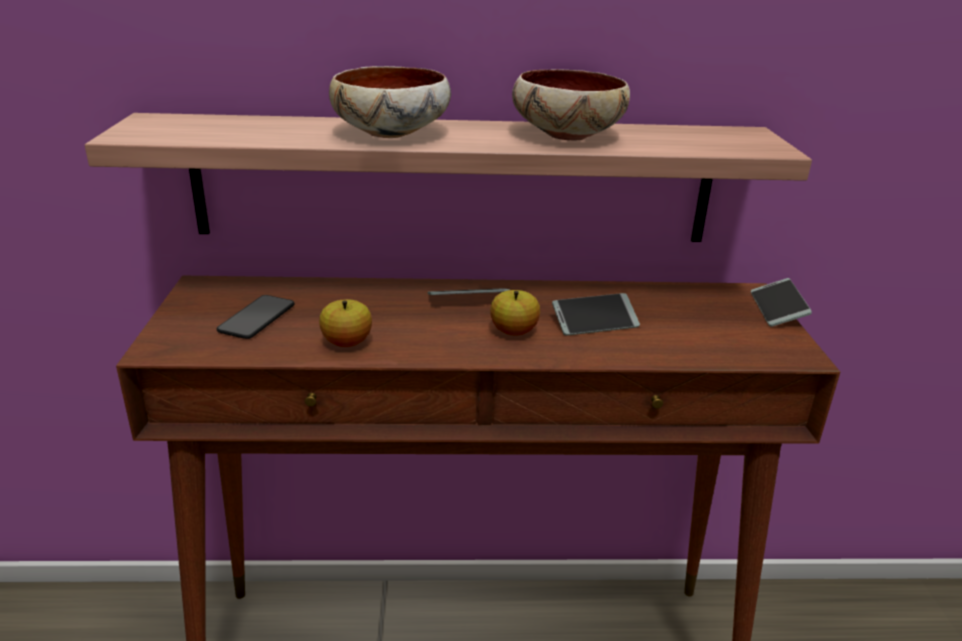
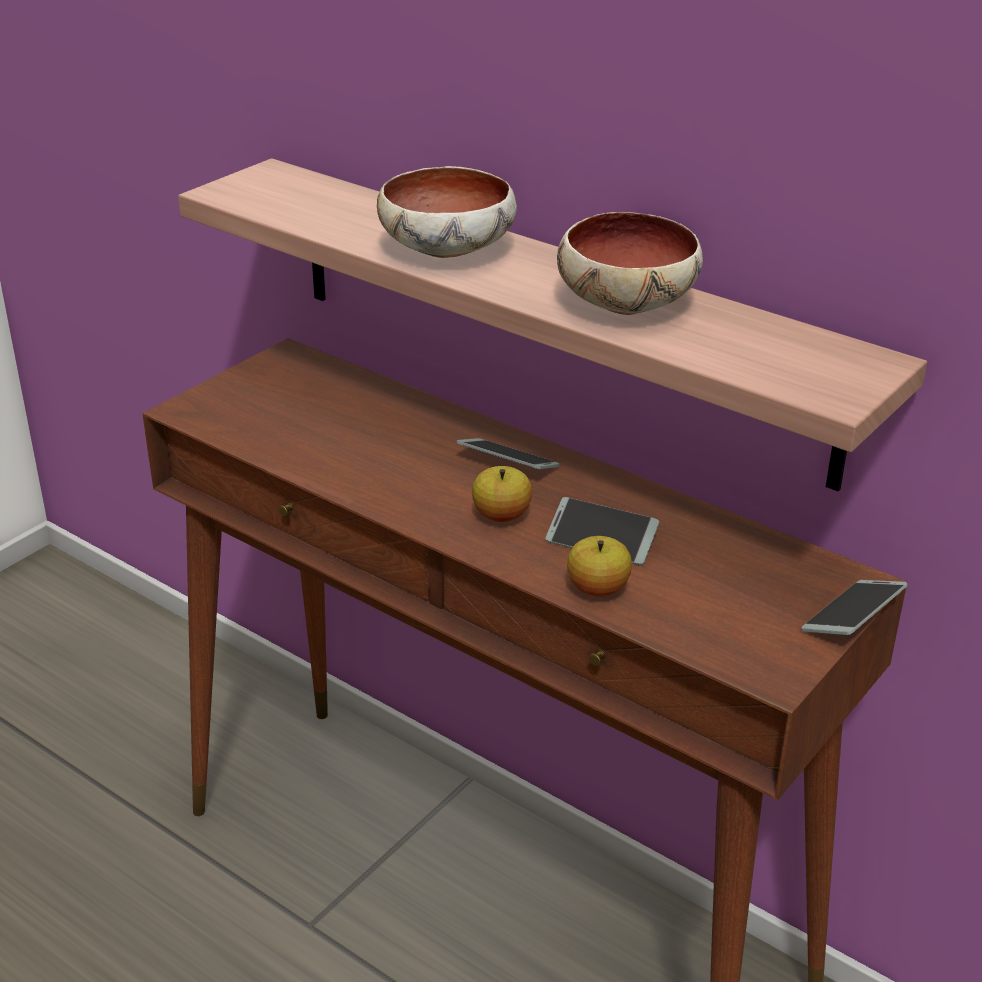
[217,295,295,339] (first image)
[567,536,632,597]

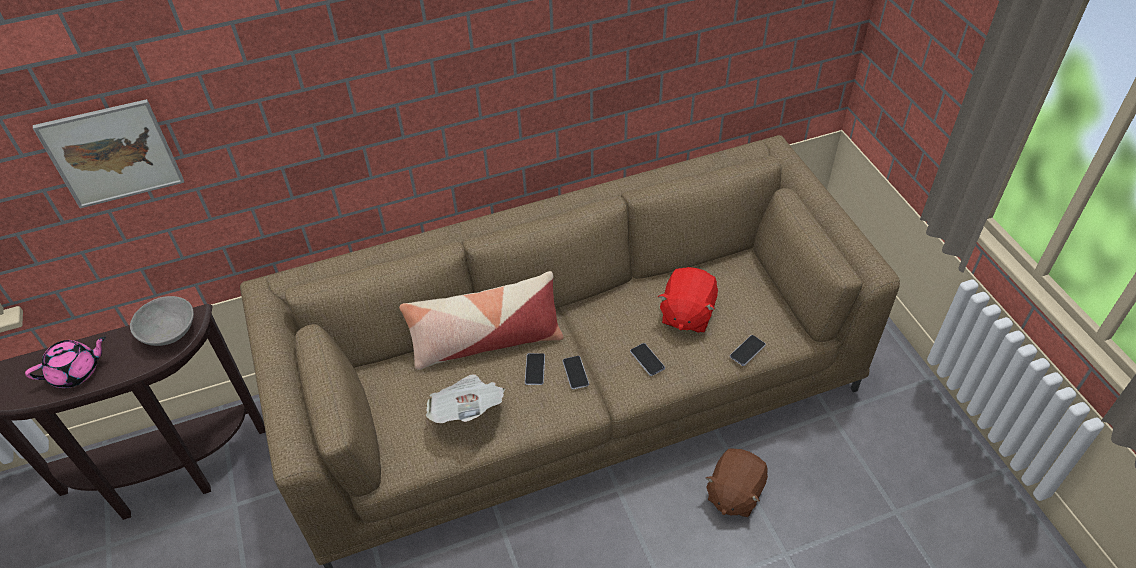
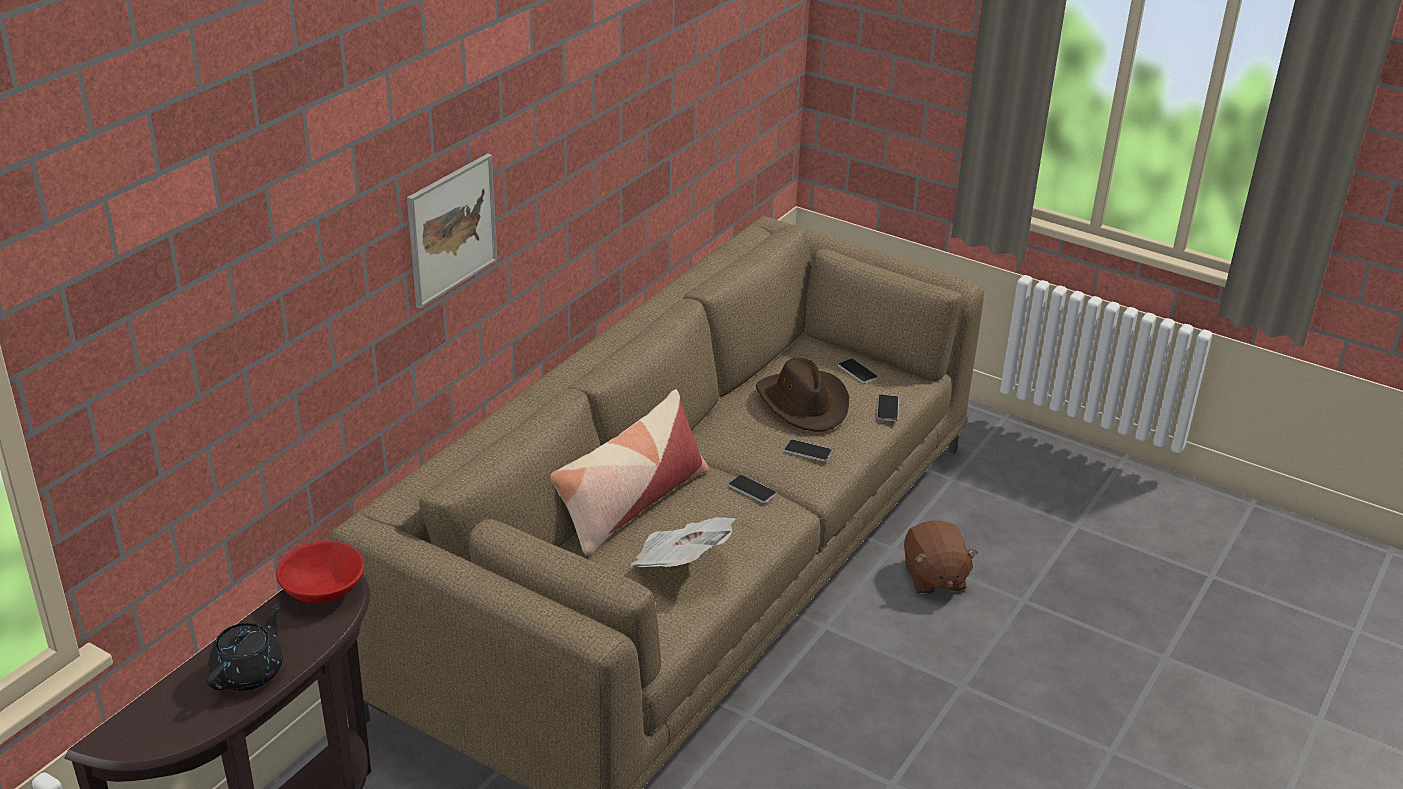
[407,153,497,309]
[756,358,849,432]
[276,541,364,603]
[207,603,283,691]
[838,359,878,384]

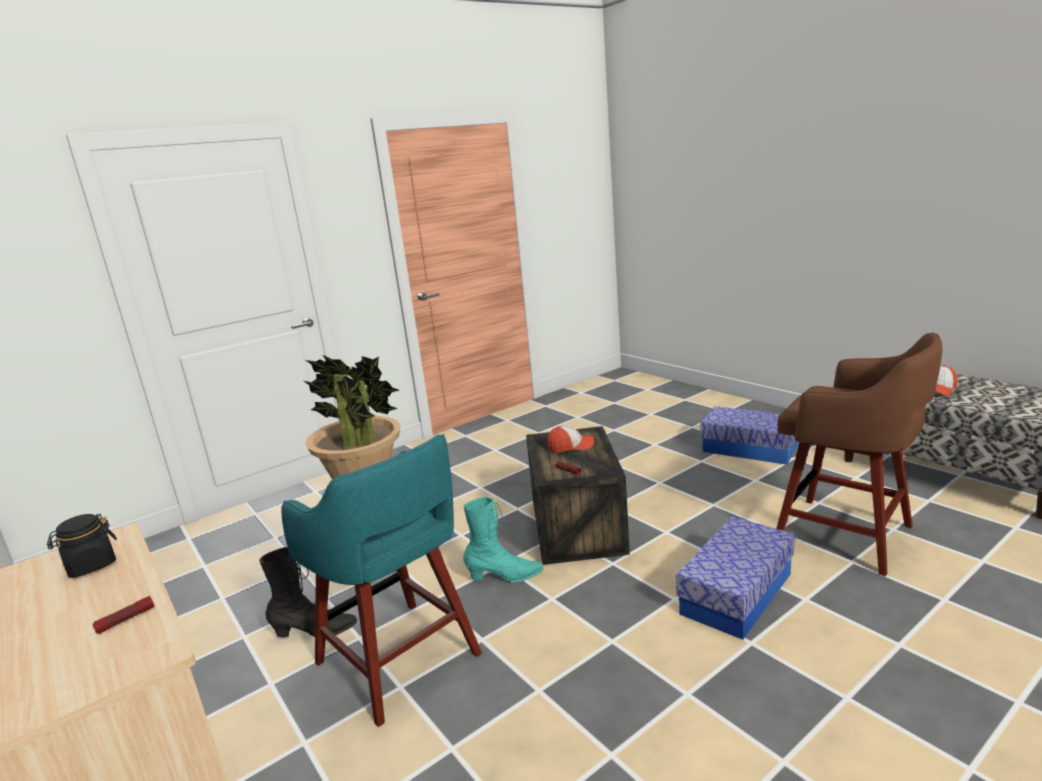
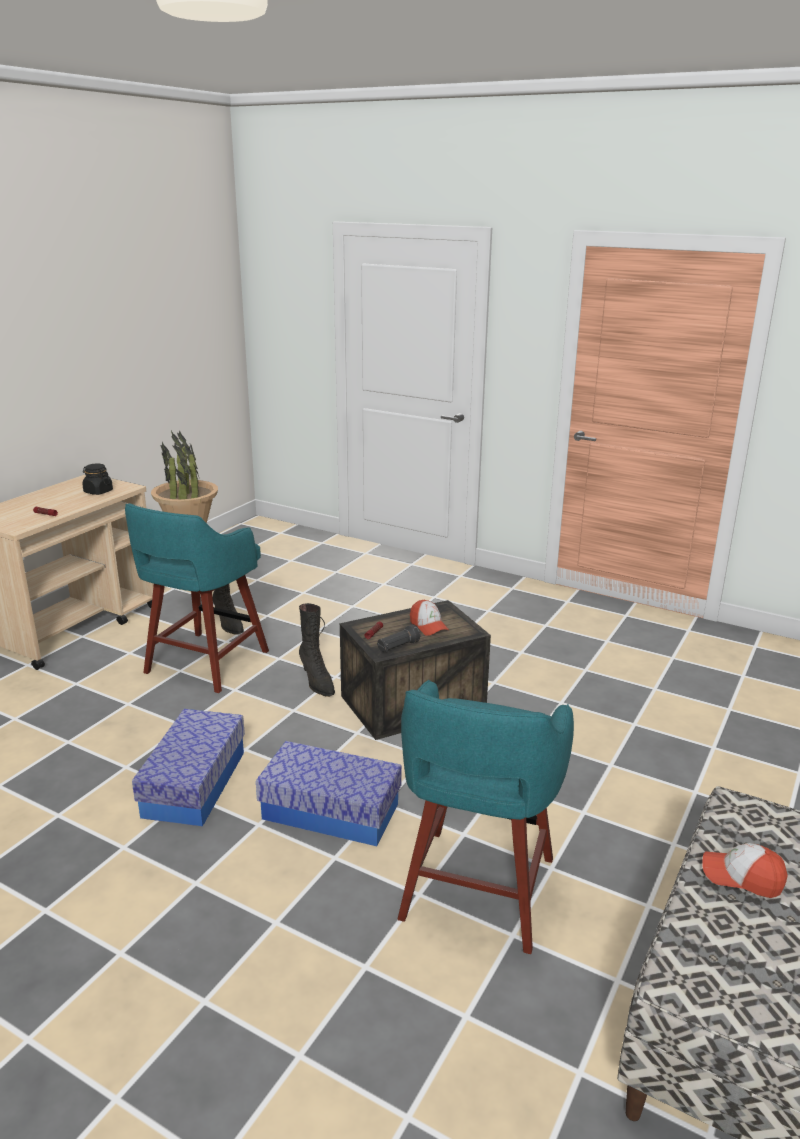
[398,680,574,954]
[132,709,245,827]
[299,603,335,697]
[377,625,420,652]

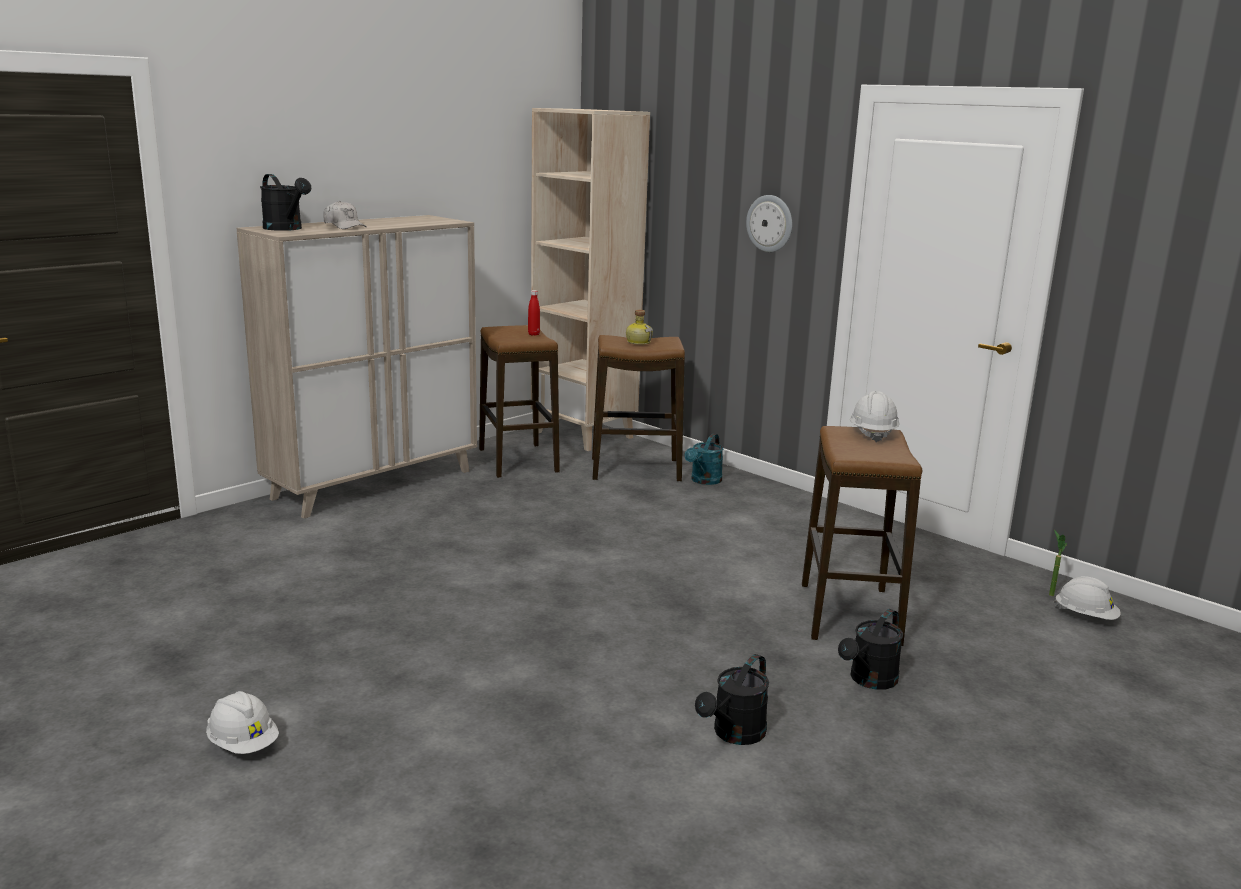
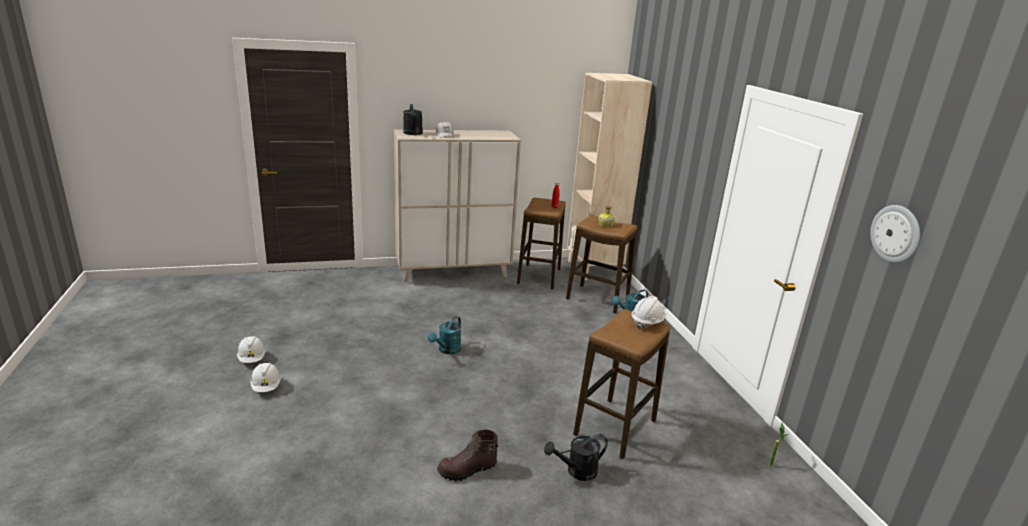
[870,205,920,263]
[237,336,266,363]
[437,430,498,482]
[428,316,461,354]

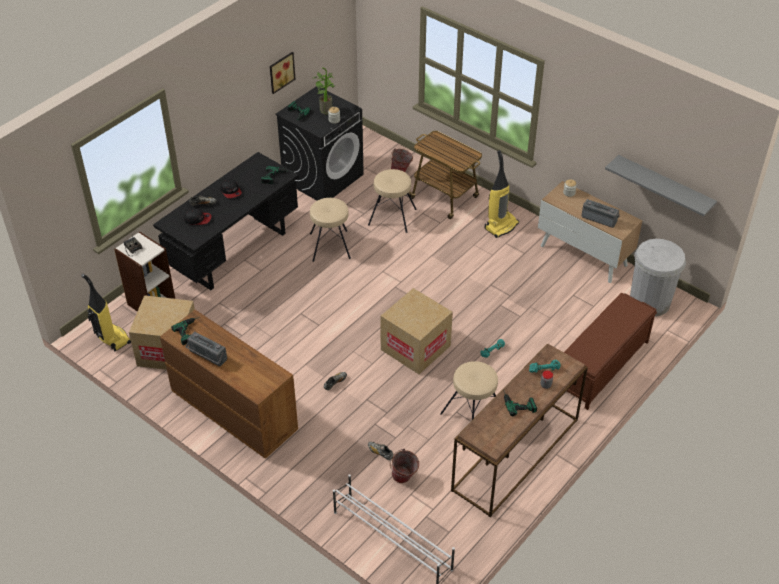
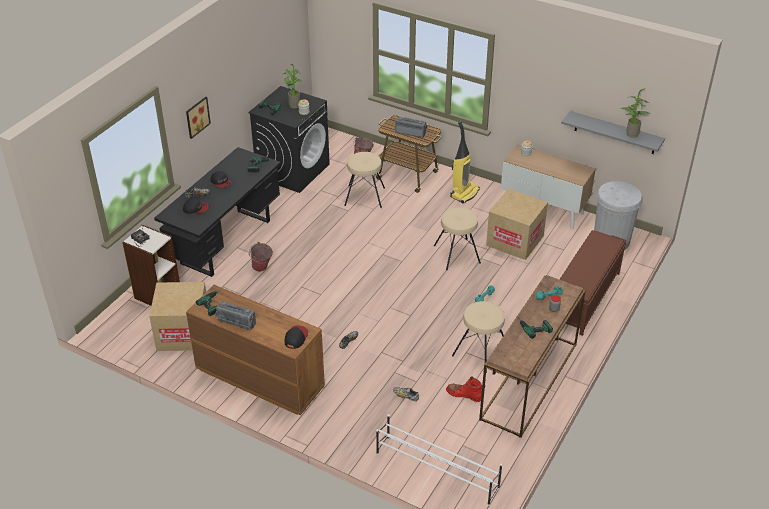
[186,97,211,139]
[434,207,481,270]
[395,116,427,138]
[81,274,131,352] (first image)
[486,189,548,260]
[249,242,273,272]
[621,88,651,138]
[285,326,308,349]
[446,377,482,402]

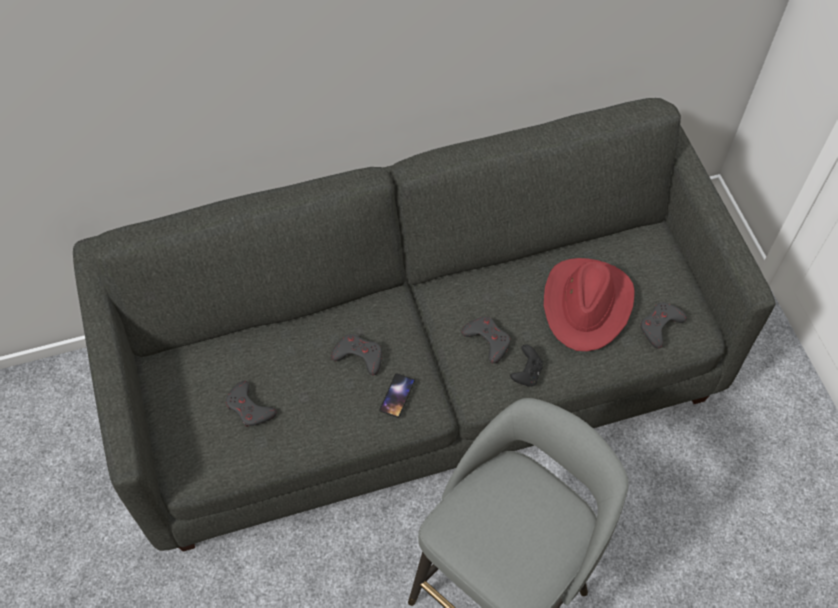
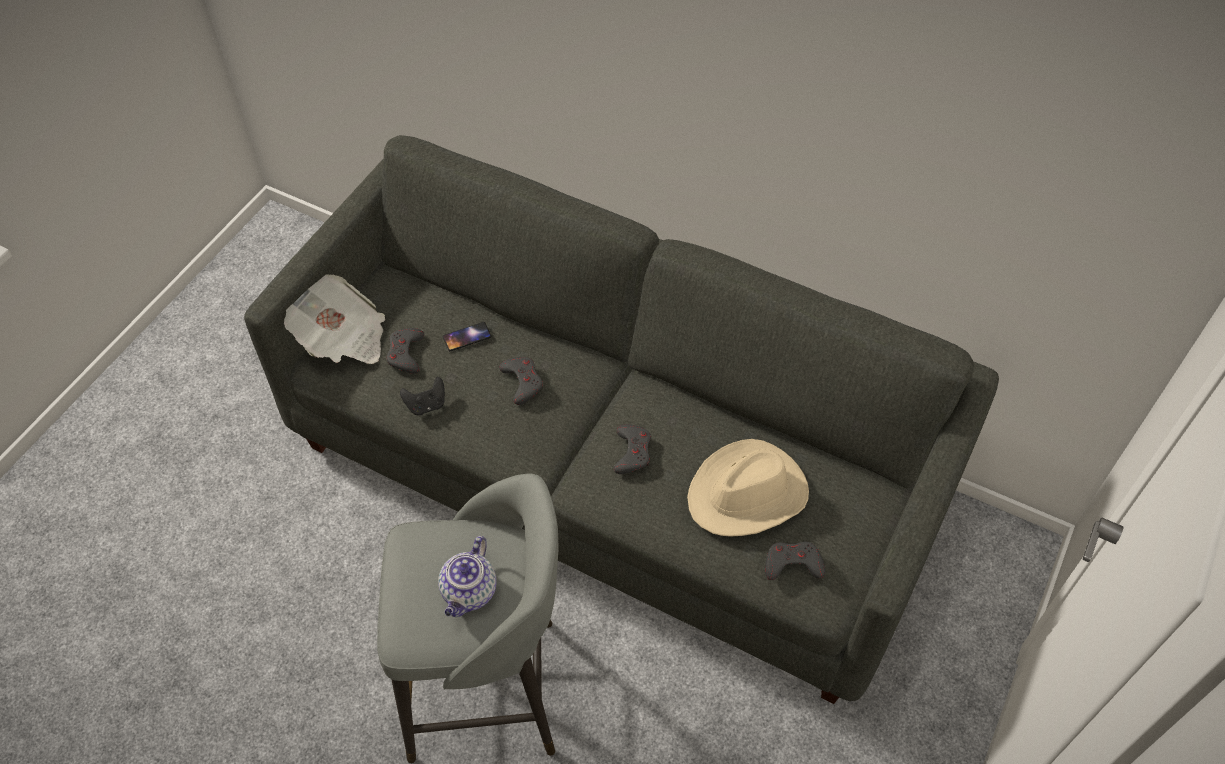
[687,439,809,537]
[400,377,445,415]
[442,322,491,351]
[284,274,385,364]
[438,536,497,617]

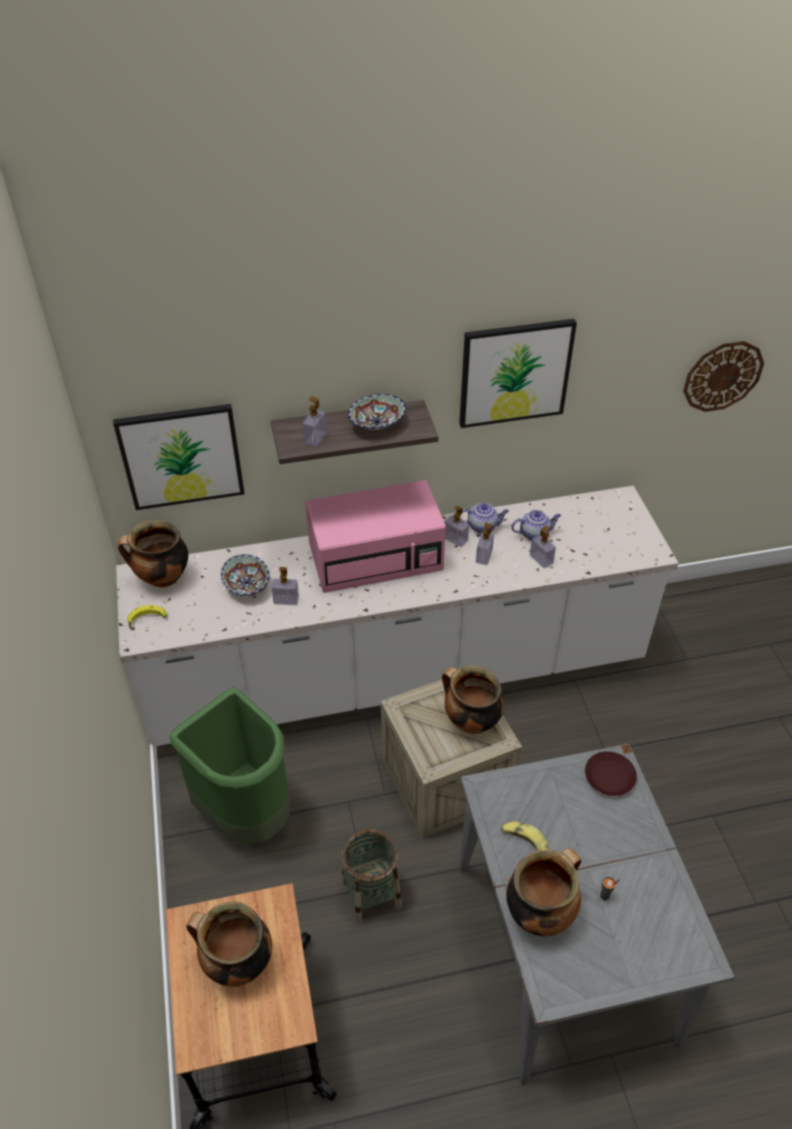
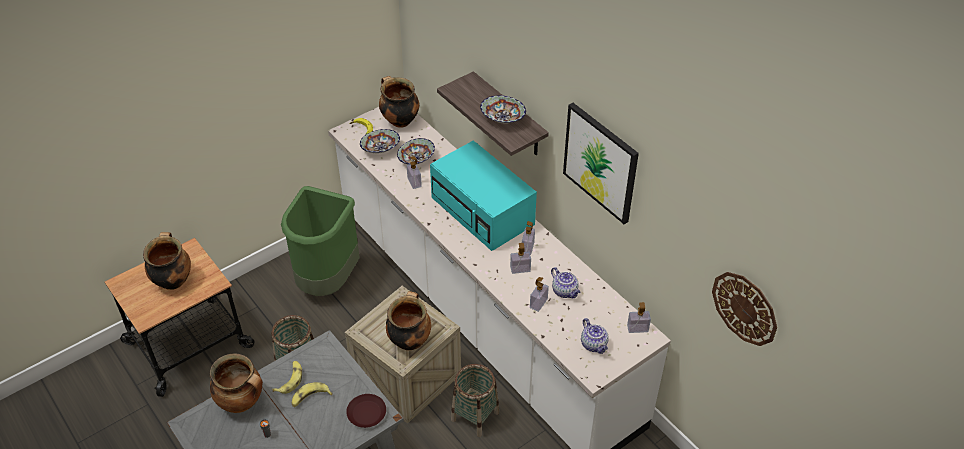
[627,302,651,333]
[113,404,245,510] (first image)
[430,140,537,251]
[581,318,609,354]
[360,129,400,153]
[451,364,499,437]
[292,382,333,407]

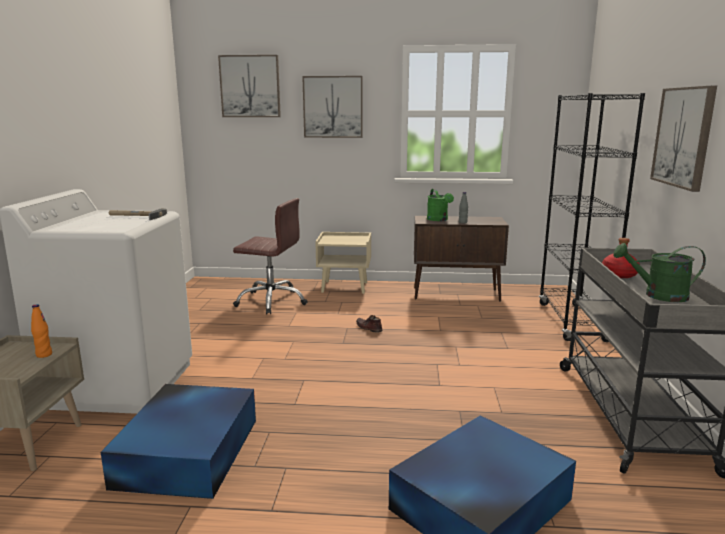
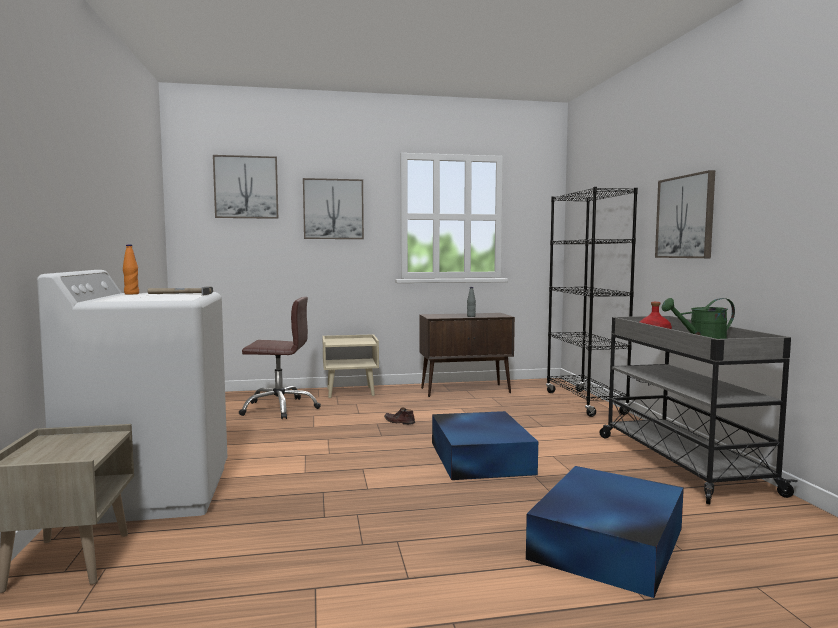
[427,189,454,221] (first image)
[123,244,139,294]
[432,411,538,480]

